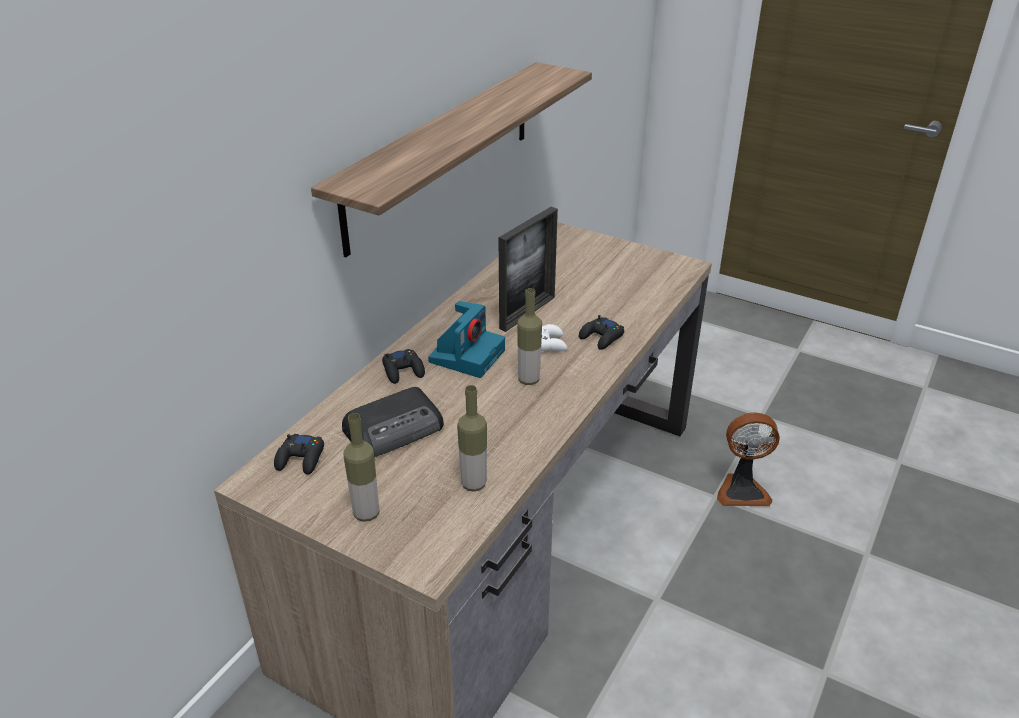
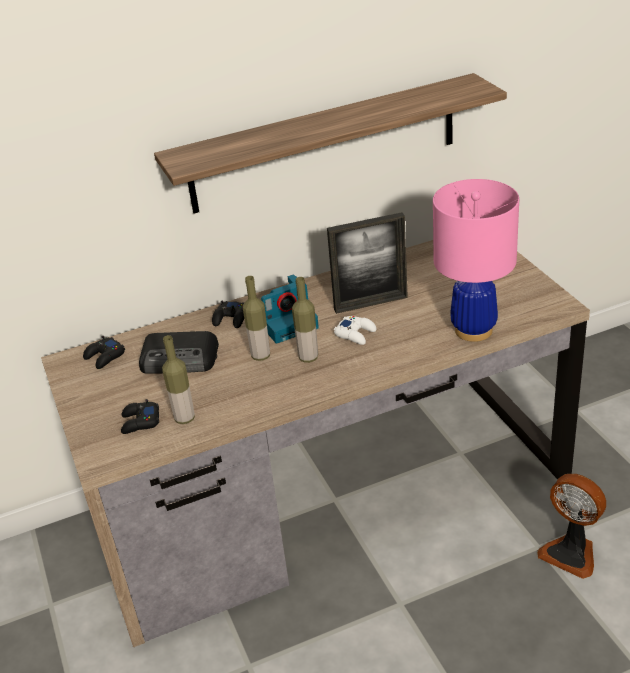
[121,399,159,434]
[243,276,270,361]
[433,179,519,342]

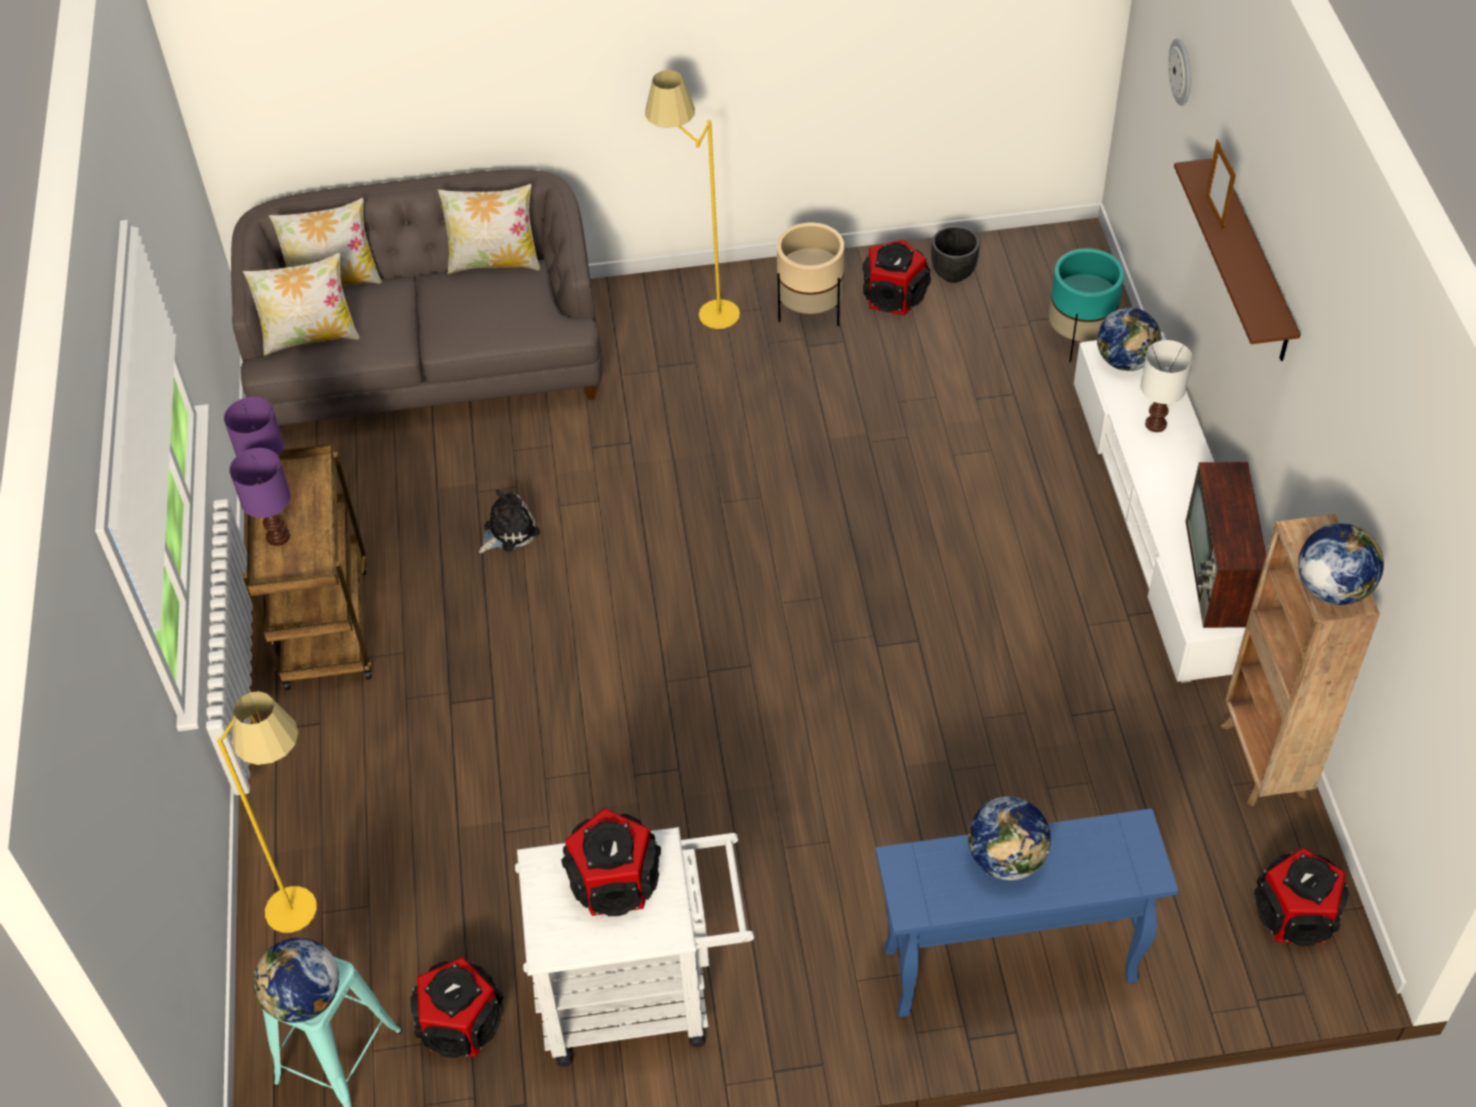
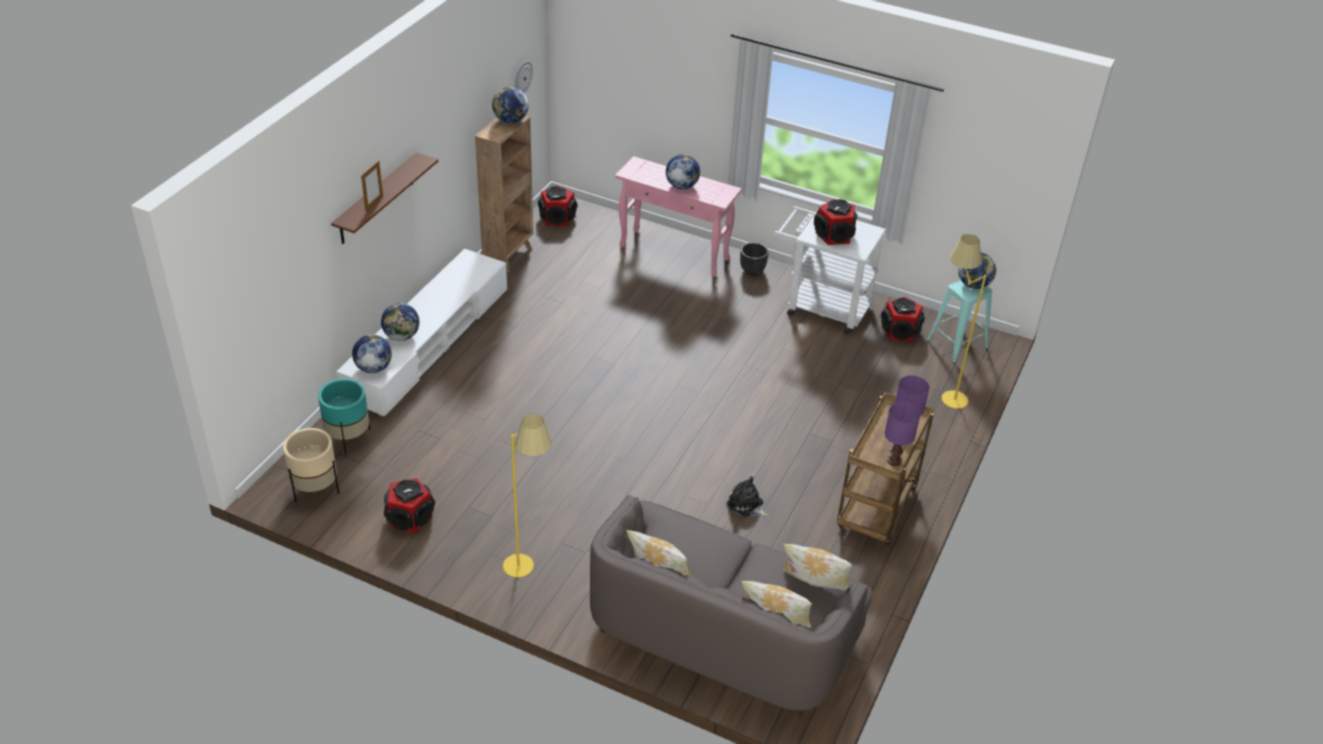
[515,61,533,93]
[283,428,339,502]
[740,243,769,275]
[381,303,419,341]
[1186,462,1266,628] (first image)
[726,476,768,517]
[615,156,742,277]

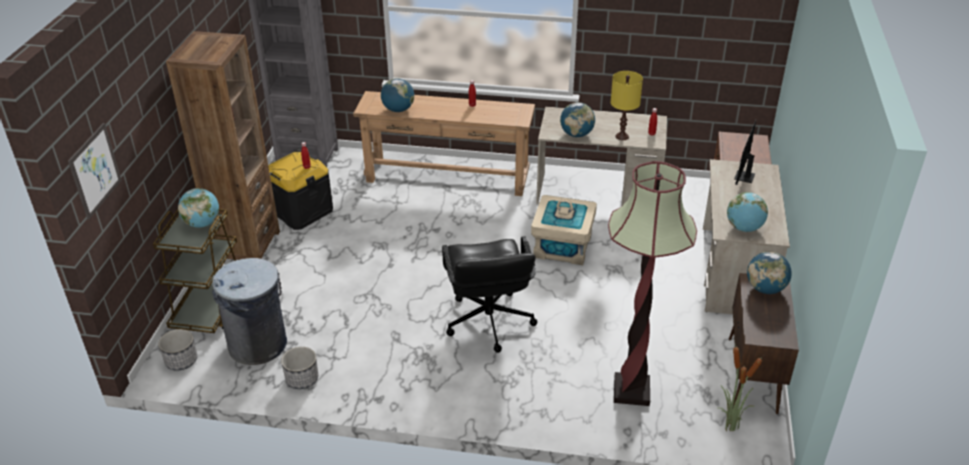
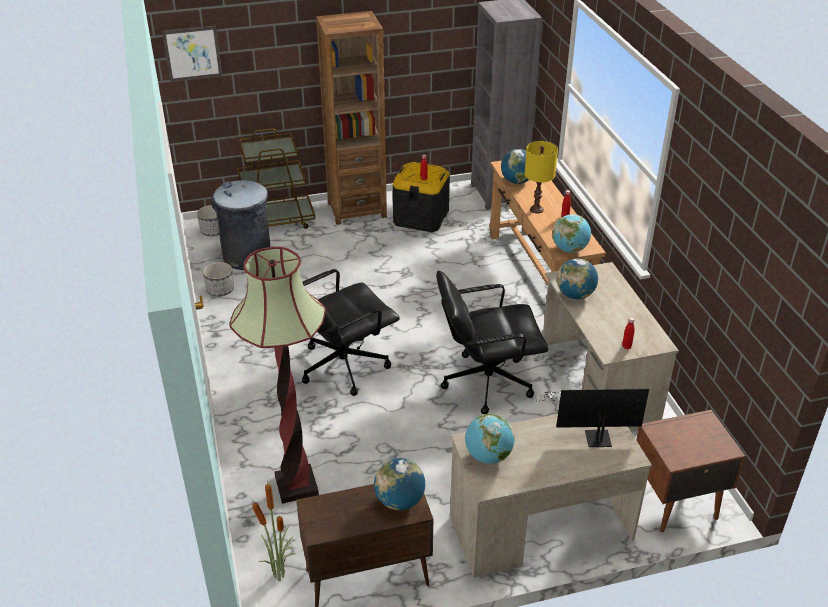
[524,141,558,213]
[552,214,591,253]
[436,271,548,414]

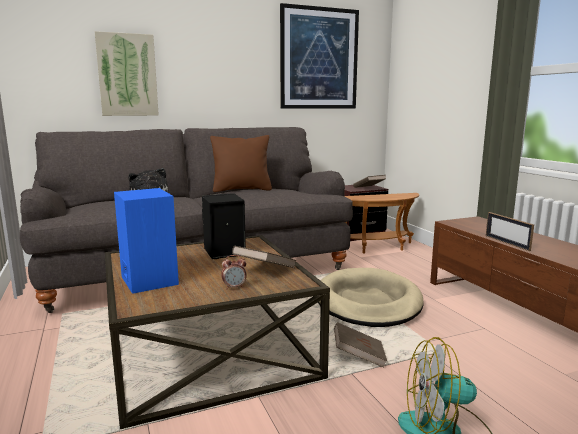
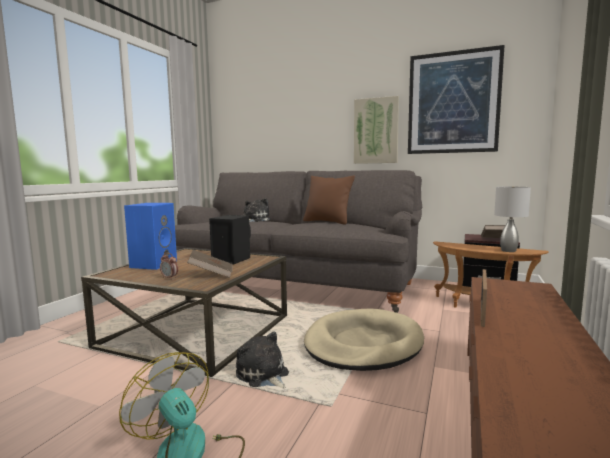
[354,96,399,164]
[236,332,289,388]
[494,186,531,252]

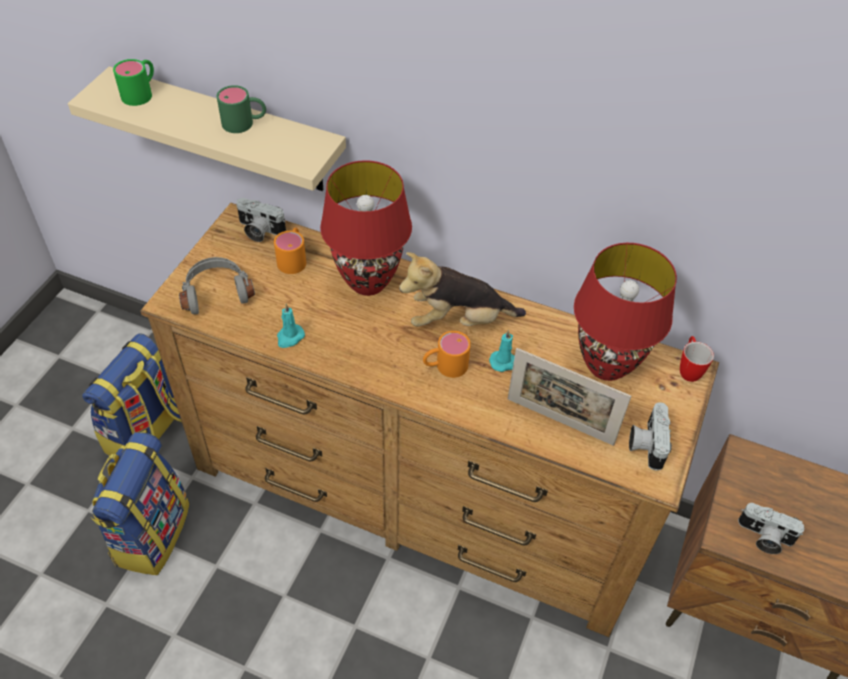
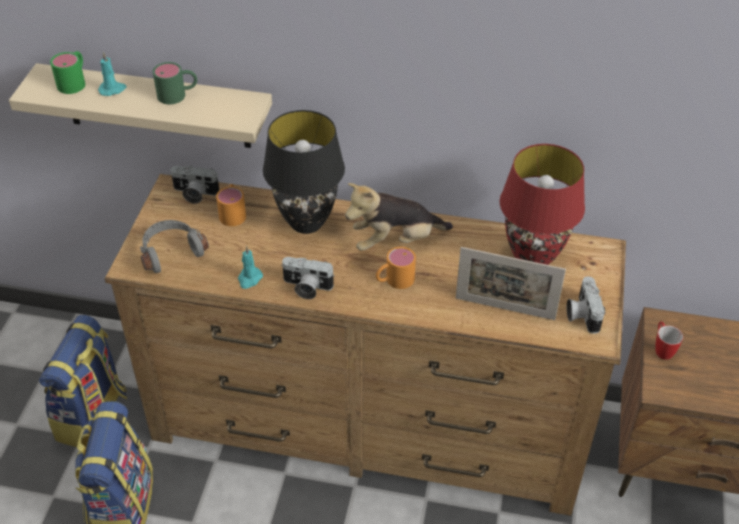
[263,110,345,234]
[98,52,126,96]
[655,322,683,360]
[281,257,335,299]

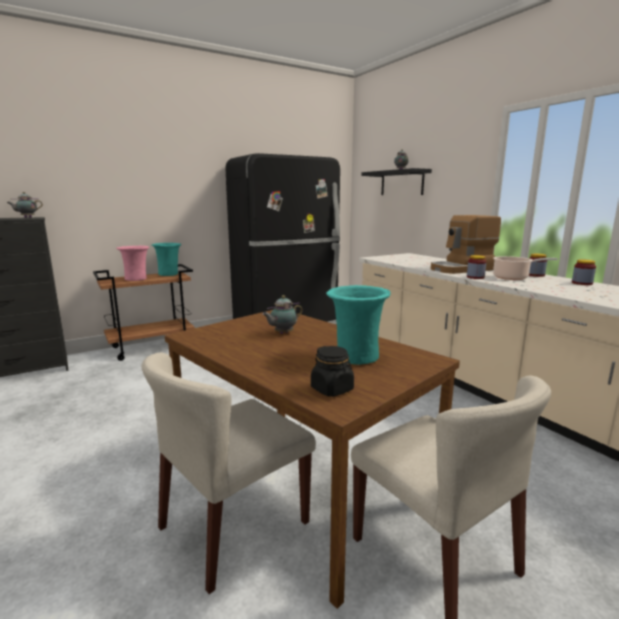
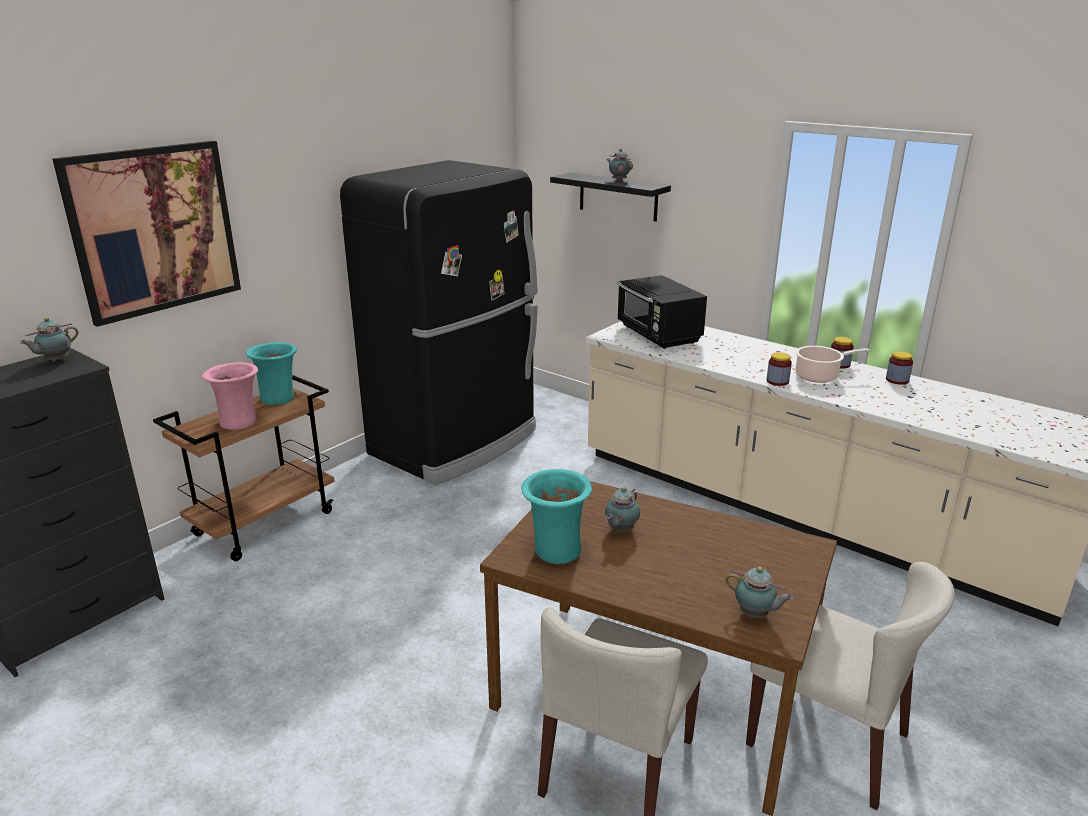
[431,215,501,274] (first image)
[521,469,592,564]
[725,566,793,618]
[53,141,241,327]
[617,275,707,349]

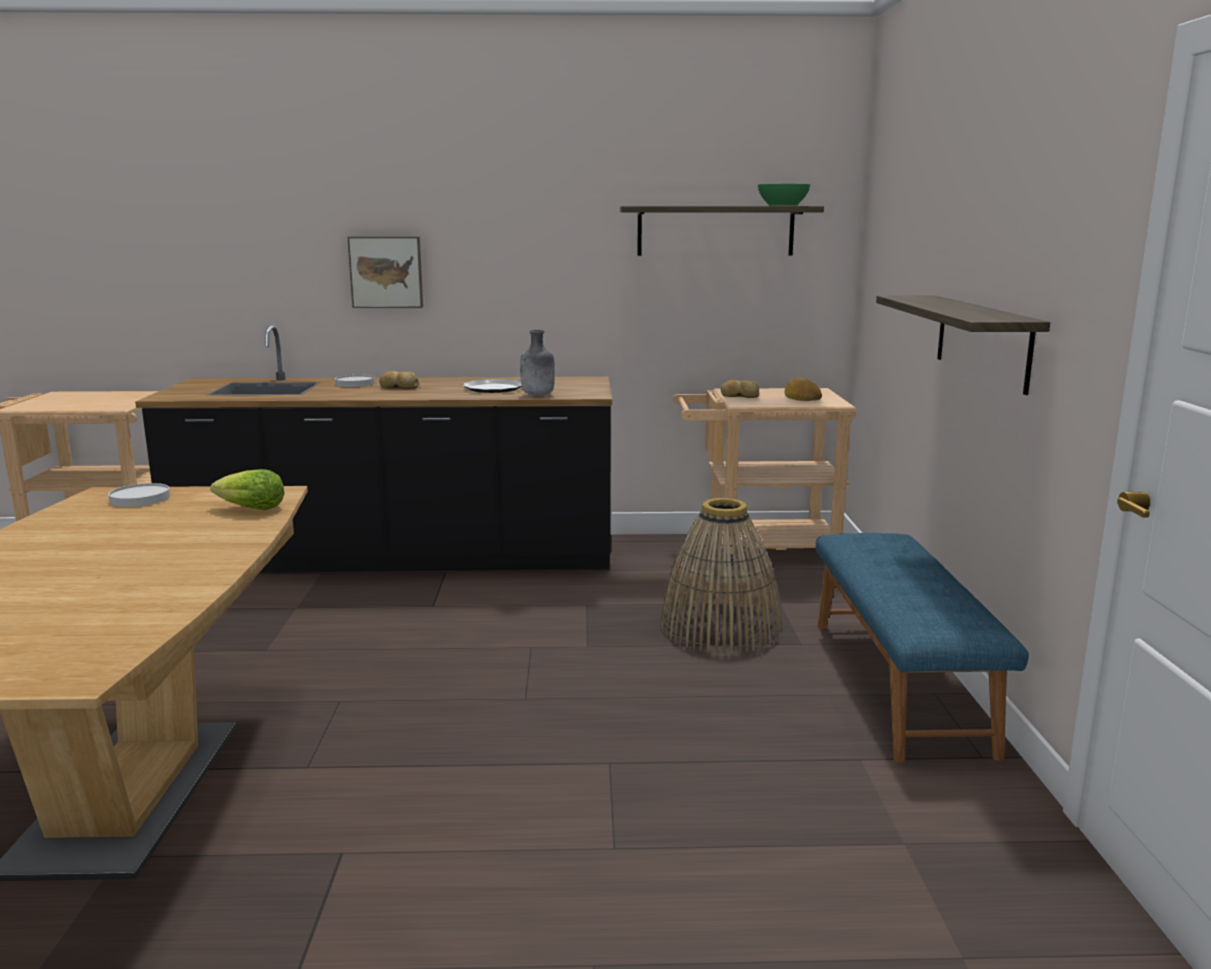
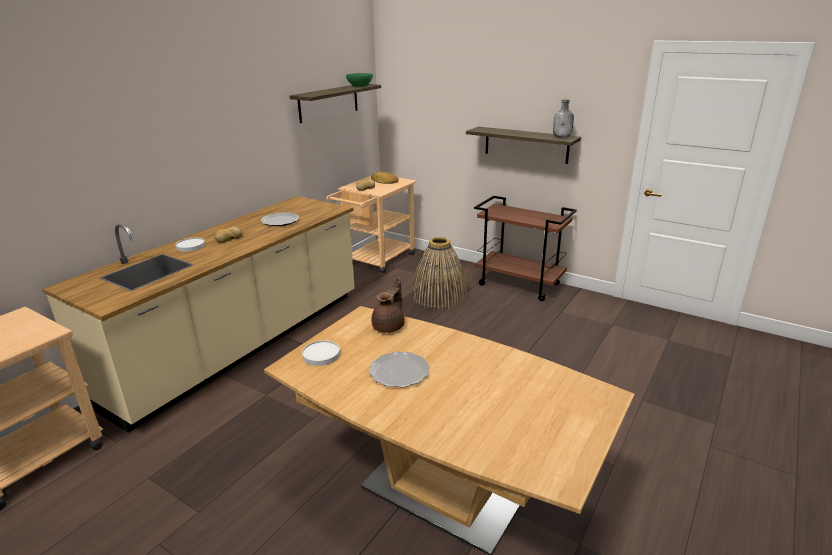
[348,237,423,308] (first image)
[43,196,355,433]
[553,100,574,138]
[372,278,404,332]
[474,196,577,301]
[368,352,430,387]

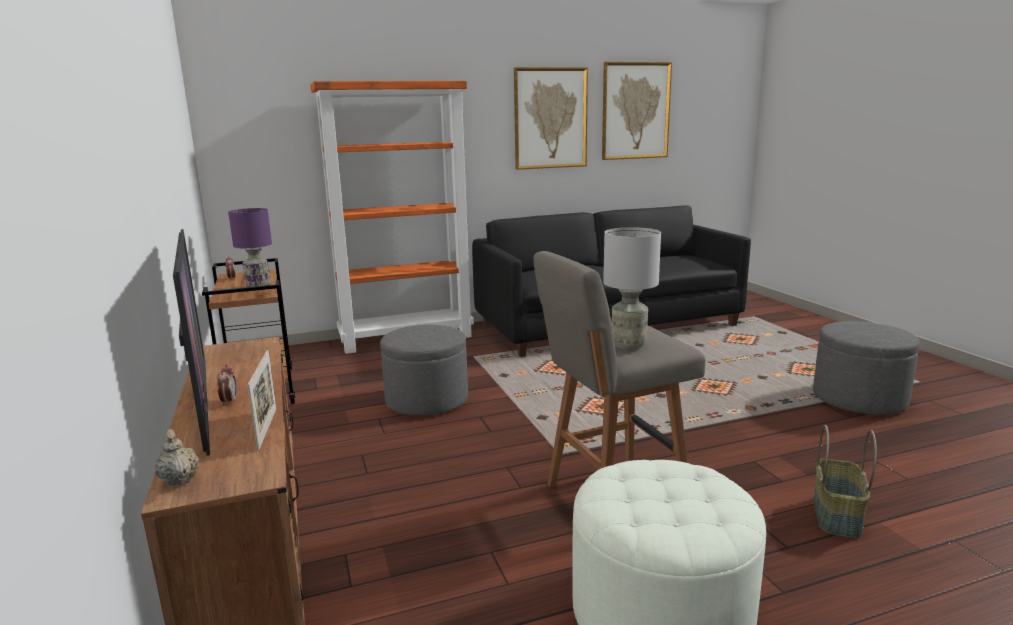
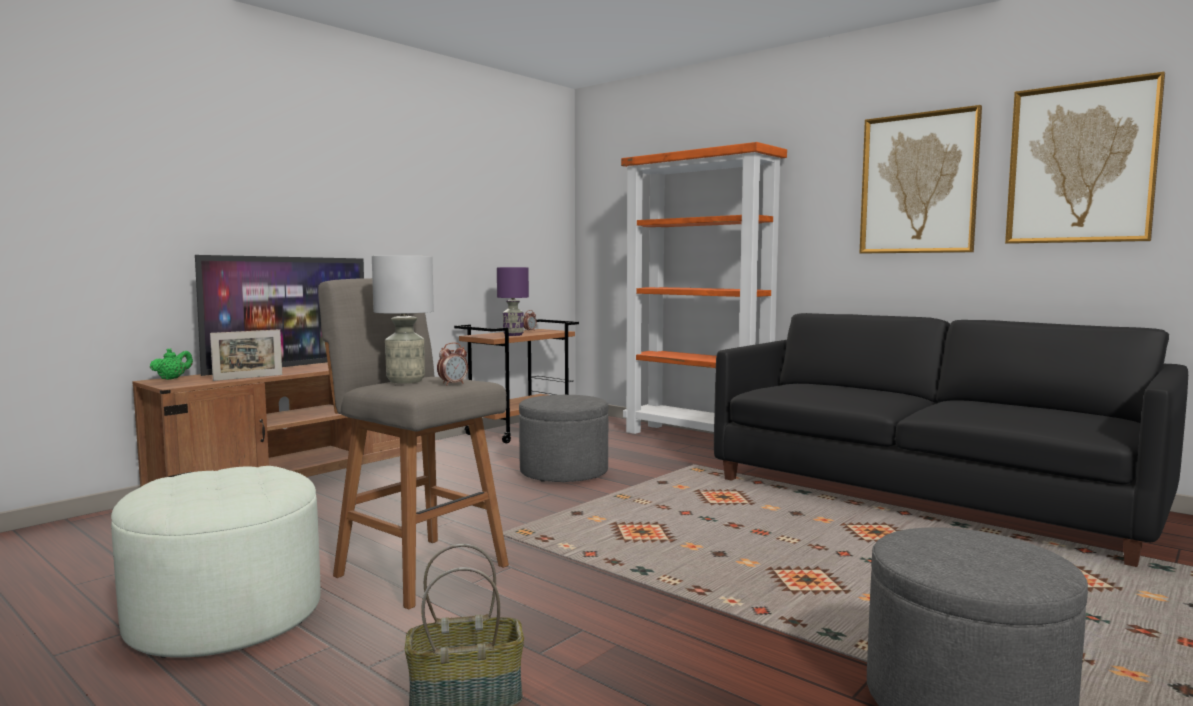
[437,342,468,385]
[150,348,193,380]

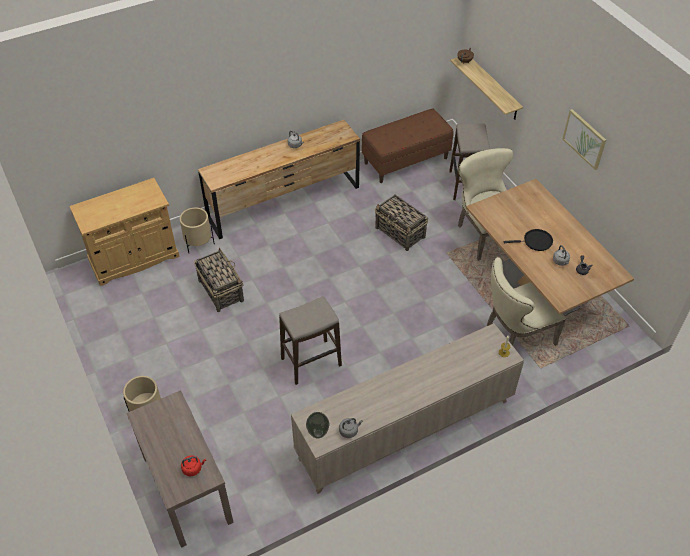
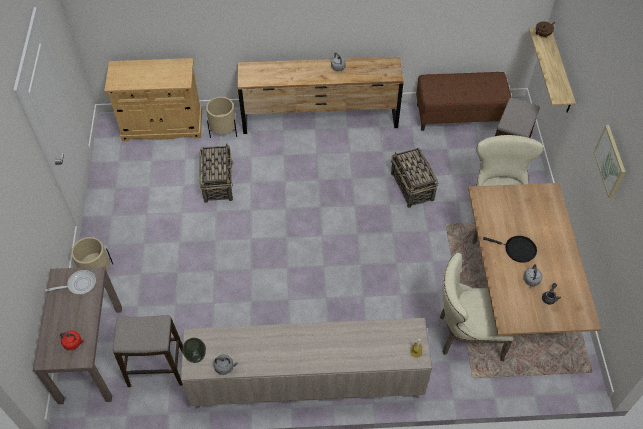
[113,315,183,387]
[45,270,96,295]

